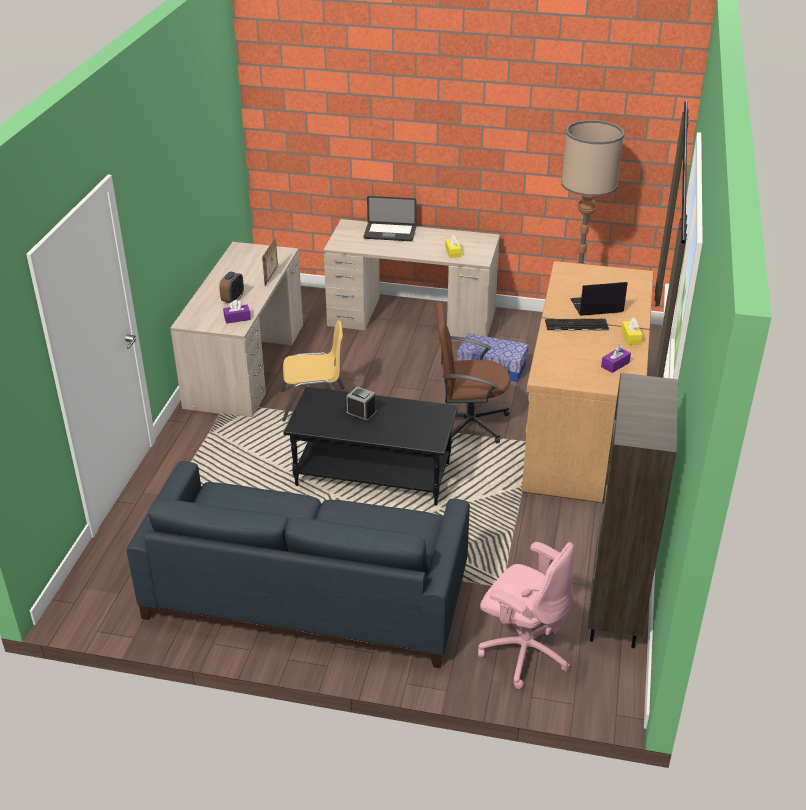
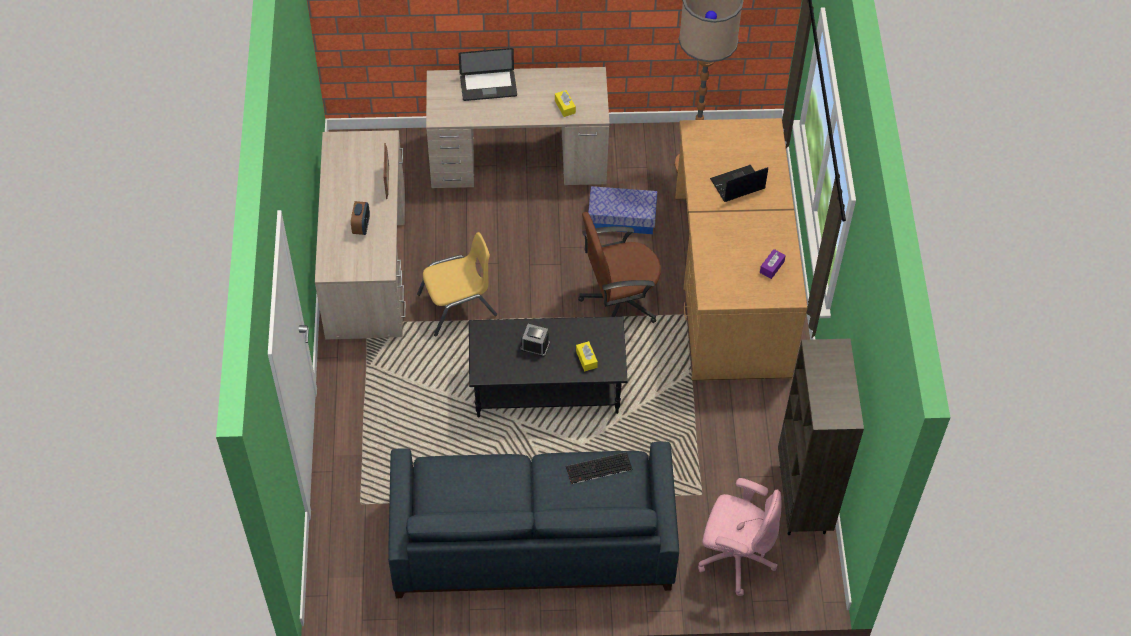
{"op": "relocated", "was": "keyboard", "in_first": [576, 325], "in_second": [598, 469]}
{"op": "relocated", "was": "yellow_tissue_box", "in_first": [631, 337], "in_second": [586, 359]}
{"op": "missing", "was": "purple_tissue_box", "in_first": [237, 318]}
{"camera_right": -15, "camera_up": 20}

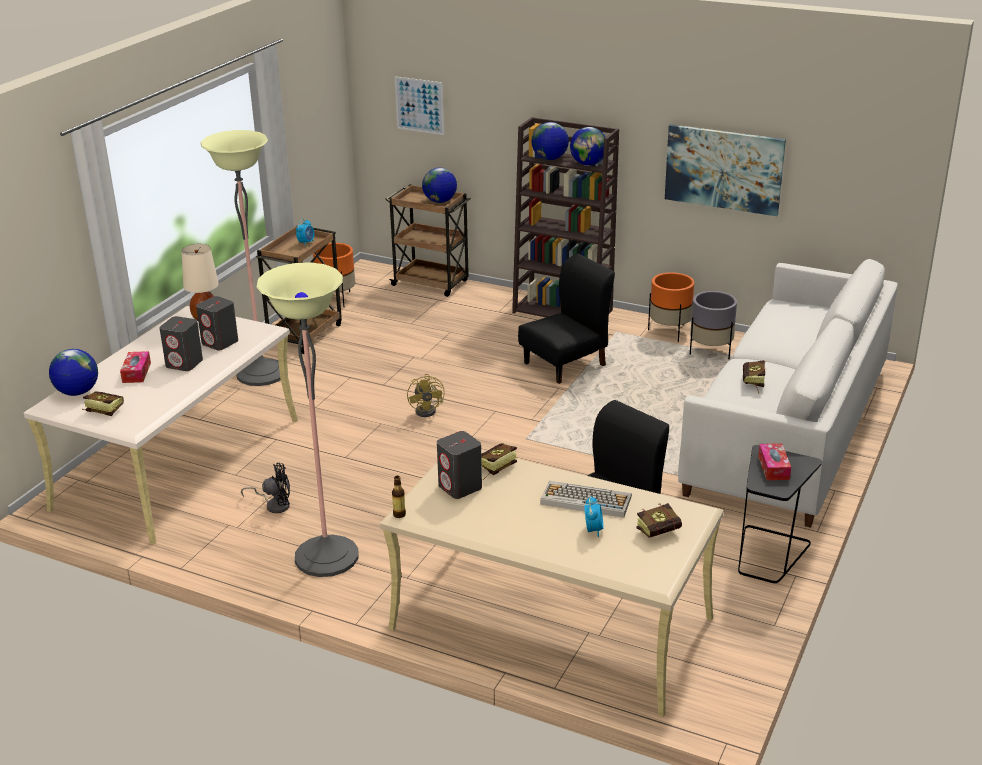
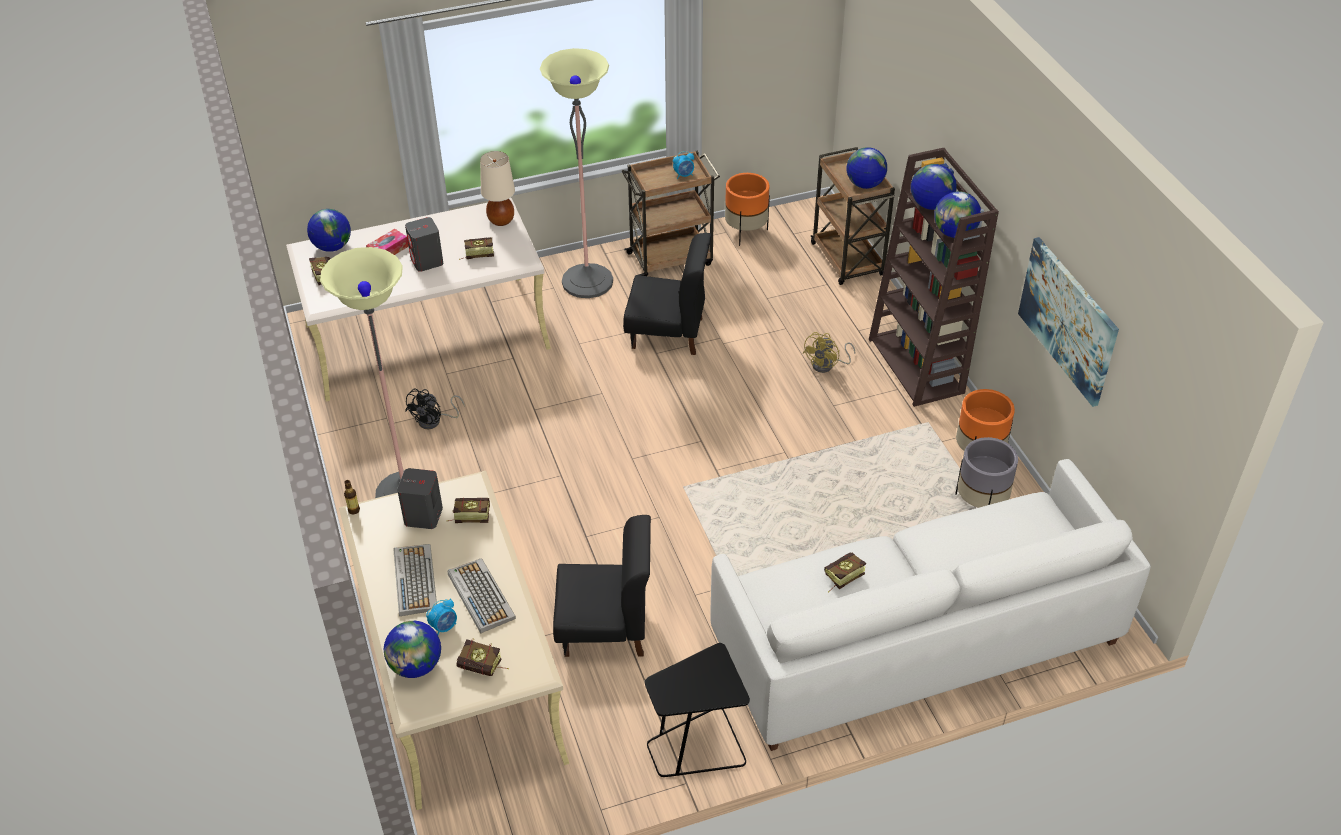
{"op": "appeared", "now": "globe", "in_second": [416, 666]}
{"op": "appeared", "now": "keyboard", "in_second": [414, 580]}
{"op": "spun", "was": "black_fan", "in_first": [274, 505], "in_second": [434, 421], "clockwise": 75}
{"op": "exchanged", "was": "grey_speaker", "now": "book", "in_first": [220, 342], "in_second": [476, 254]}
{"op": "relocated", "was": "black_chair", "in_first": [565, 364], "in_second": [668, 333]}
{"op": "relocated", "was": "yellow_fan", "in_first": [428, 410], "in_second": [827, 365]}
{"op": "missing", "was": "picture", "in_first": [419, 105]}
{"op": "missing", "was": "tissue_box", "in_first": [773, 467]}
{"camera_right": 45, "camera_up": 15}

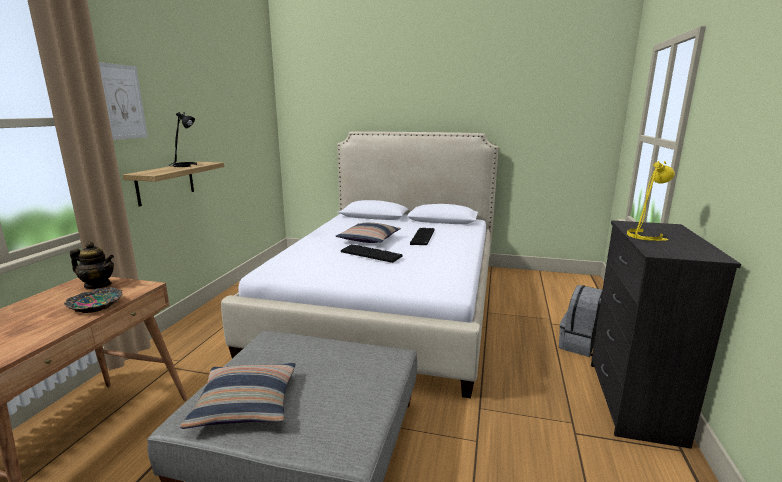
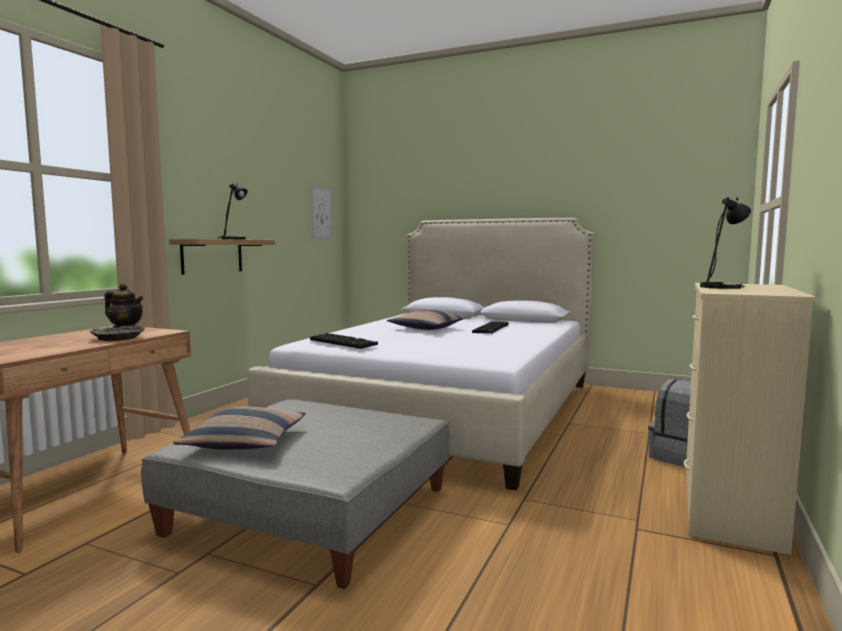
{"op": "relocated", "was": "keyboard", "in_first": [372, 254], "in_second": [344, 342]}
{"op": "relocated", "was": "picture", "in_first": [122, 102], "in_second": [321, 212]}
{"op": "colour", "was": "black_dresser", "now": "beige_dresser", "in_first": [633, 401], "in_second": [729, 509]}
{"op": "colour", "was": "yellow_table_lamp", "now": "black_table_lamp", "in_first": [646, 236], "in_second": [723, 287]}
{"camera_right": 10, "camera_up": -10}

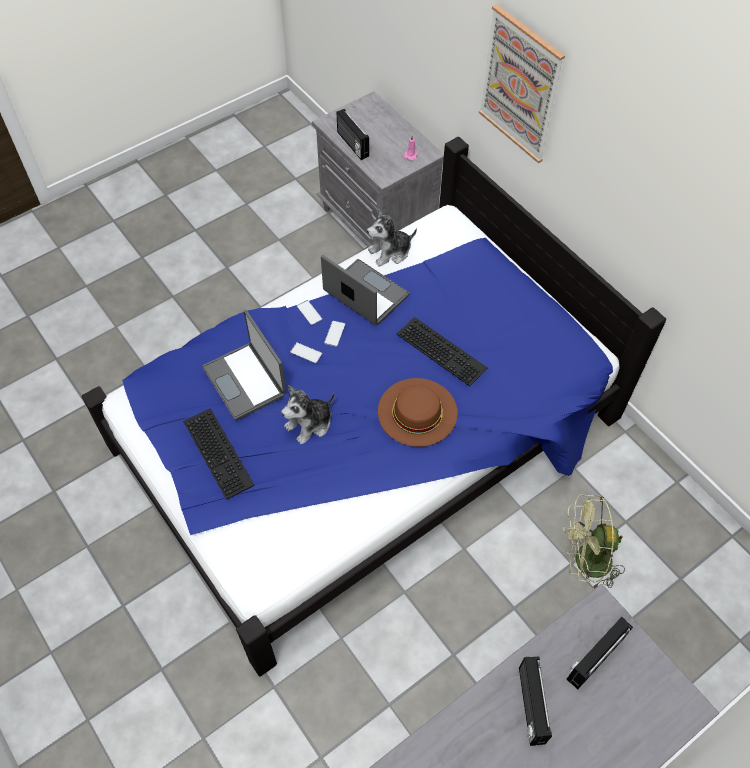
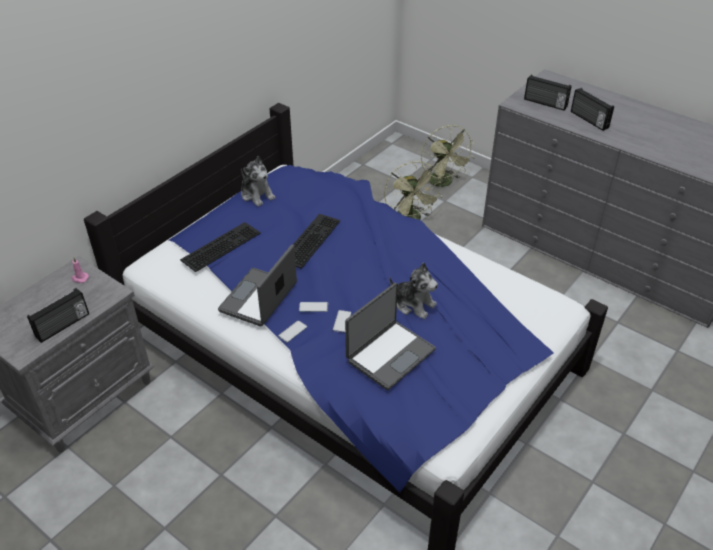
{"op": "relocated", "was": "keyboard", "in_first": [220, 452], "in_second": [220, 245]}
{"op": "relocated", "was": "plush_toy", "in_first": [390, 252], "in_second": [257, 195]}
{"op": "appeared", "now": "green_fan", "in_second": [444, 183]}
{"op": "spun", "was": "radio", "in_first": [529, 705], "in_second": [588, 120], "clockwise": 75}
{"op": "missing", "was": "brown_hat", "in_first": [417, 412]}
{"op": "missing", "was": "picture", "in_first": [520, 85]}
{"camera_right": -105, "camera_up": -15}

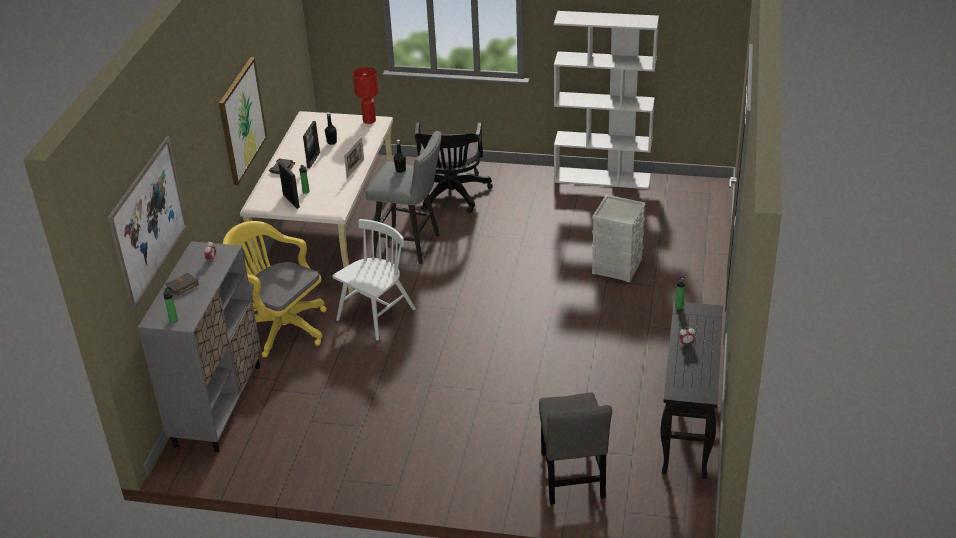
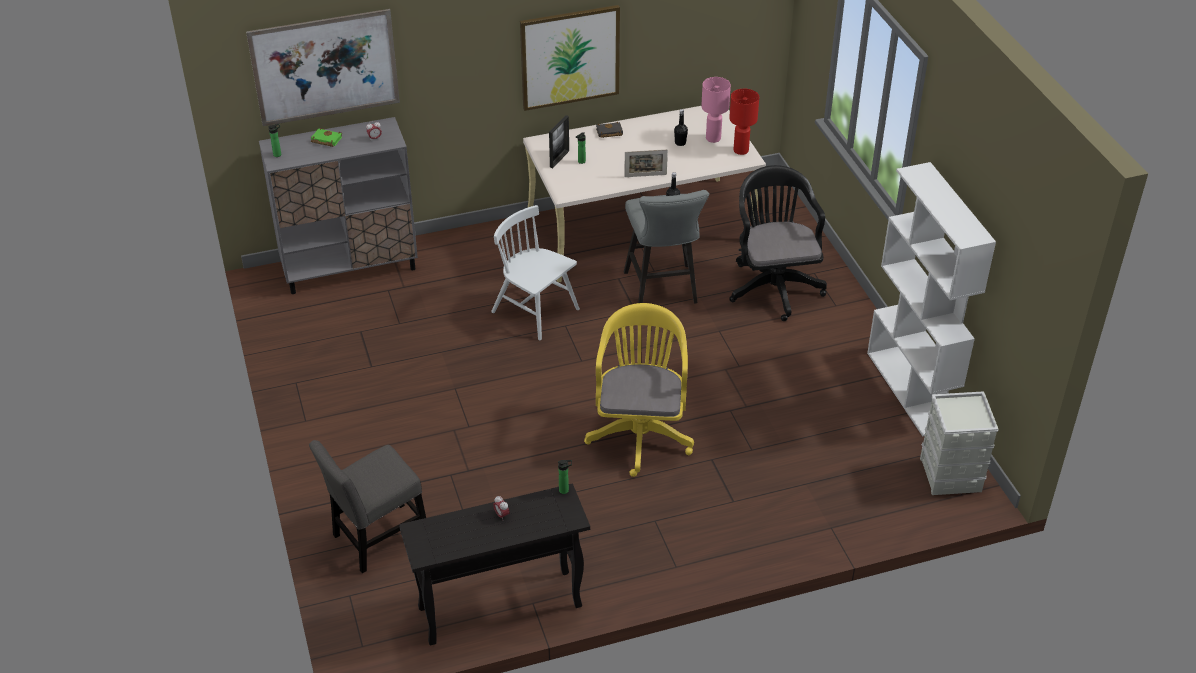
{"op": "colour", "was": "black_book", "now": "green_book", "in_first": [182, 287], "in_second": [325, 140]}
{"op": "spun", "was": "white_chair", "in_first": [376, 315], "in_second": [535, 311], "clockwise": -150}
{"op": "relocated", "was": "yellow_office_chair", "in_first": [281, 327], "in_second": [640, 432]}
{"op": "appeared", "now": "pink_table_lamp", "in_second": [713, 138]}
{"op": "spun", "was": "black_office_chair", "in_first": [451, 196], "in_second": [773, 285], "clockwise": 105}
{"op": "relocated", "was": "grey_storage_box", "in_first": [617, 266], "in_second": [951, 475]}
{"op": "missing", "was": "picture_frame", "in_first": [313, 160]}
{"camera_right": 60, "camera_up": 5}

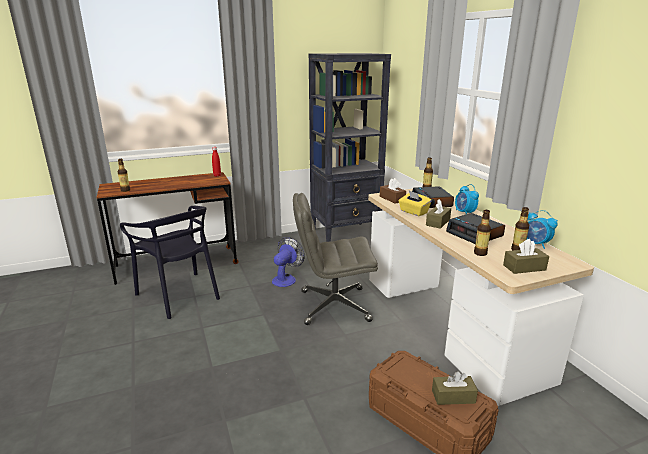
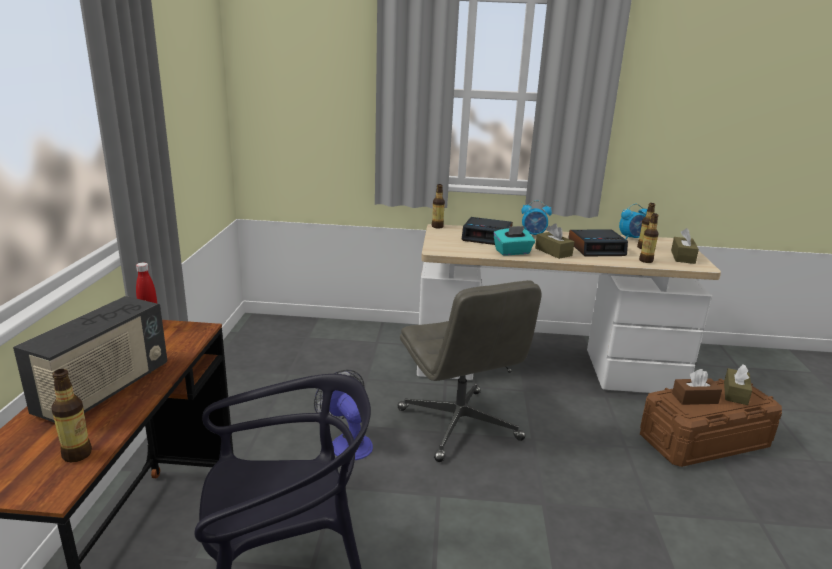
{"op": "appeared", "now": "radio", "in_second": [104, 390]}
{"op": "spun", "was": "grey_office_chair", "in_first": [333, 306], "in_second": [460, 425], "clockwise": -45}
{"op": "colour", "was": "yellow_tissue_box", "now": "turquoise_tissue_box", "in_first": [413, 212], "in_second": [512, 252]}
{"op": "relocated", "was": "brown_tissue_box", "in_first": [392, 199], "in_second": [694, 398]}
{"op": "missing", "was": "black_bookcase", "in_first": [345, 234]}
{"camera_right": -65, "camera_up": 0}

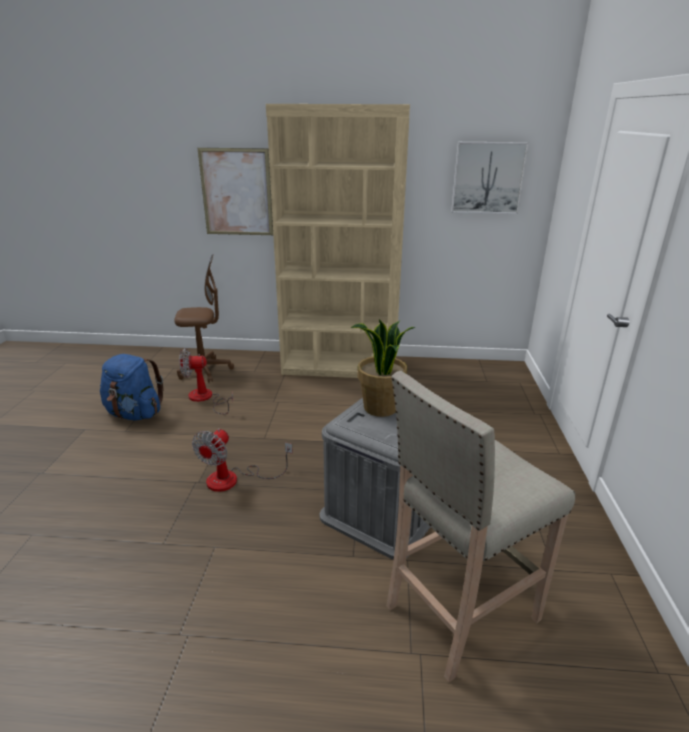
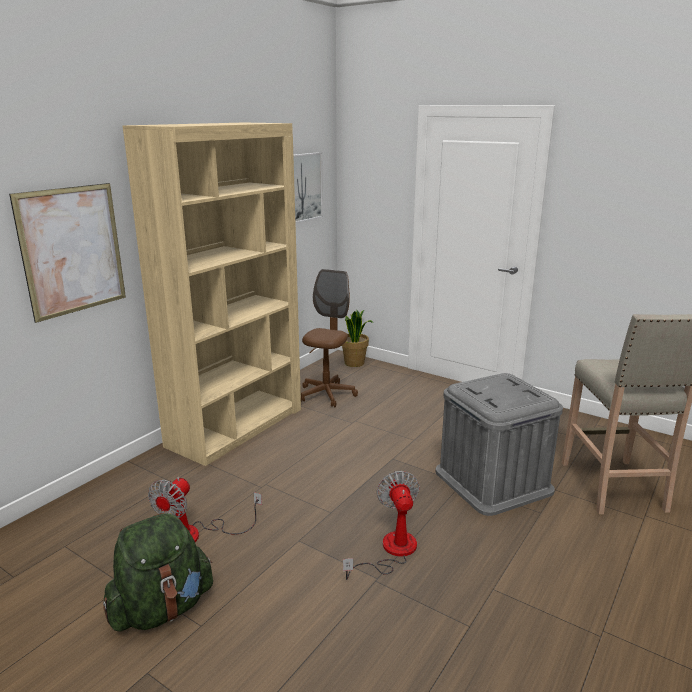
{"op": "colour", "was": "blue_backpack", "now": "green_backpack", "in_first": [135, 414], "in_second": [162, 608]}
{"op": "relocated", "was": "brown_office_chair", "in_first": [204, 370], "in_second": [327, 394]}
{"op": "relocated", "was": "potted_plant", "in_first": [380, 408], "in_second": [354, 363]}
{"op": "spun", "was": "fan", "in_first": [233, 479], "in_second": [391, 551], "clockwise": -150}
{"camera_right": -60, "camera_up": -5}

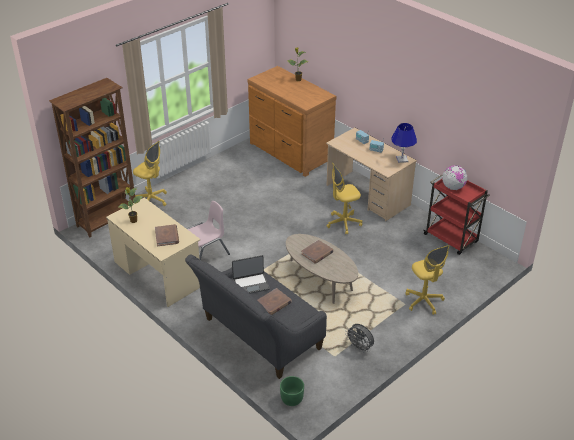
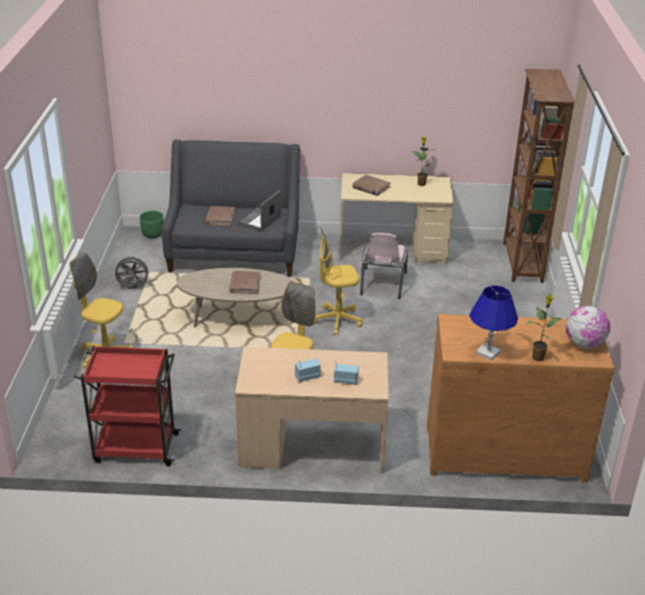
{"op": "relocated", "was": "yellow_office_chair", "in_first": [151, 200], "in_second": [337, 321]}
{"op": "relocated", "was": "blue_table_lamp", "in_first": [402, 159], "in_second": [488, 352]}
{"op": "relocated", "was": "globe", "in_first": [453, 187], "in_second": [584, 344]}
{"camera_right": 135, "camera_up": -5}

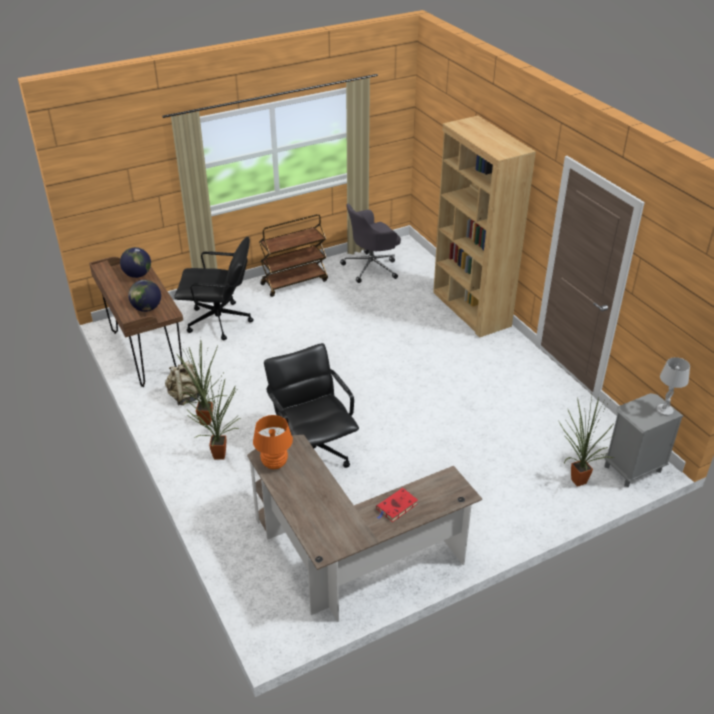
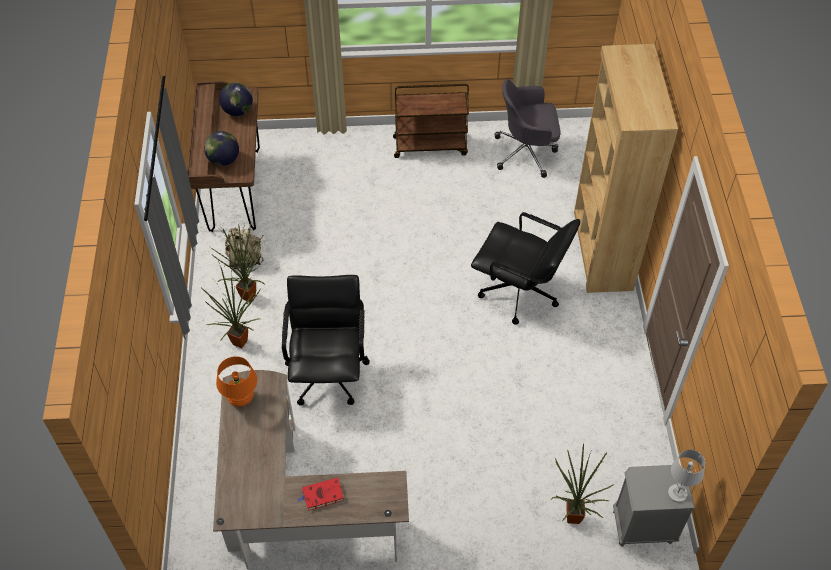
{"op": "relocated", "was": "black_office_chair", "in_first": [220, 322], "in_second": [519, 293]}
{"camera_right": 25, "camera_up": 15}

